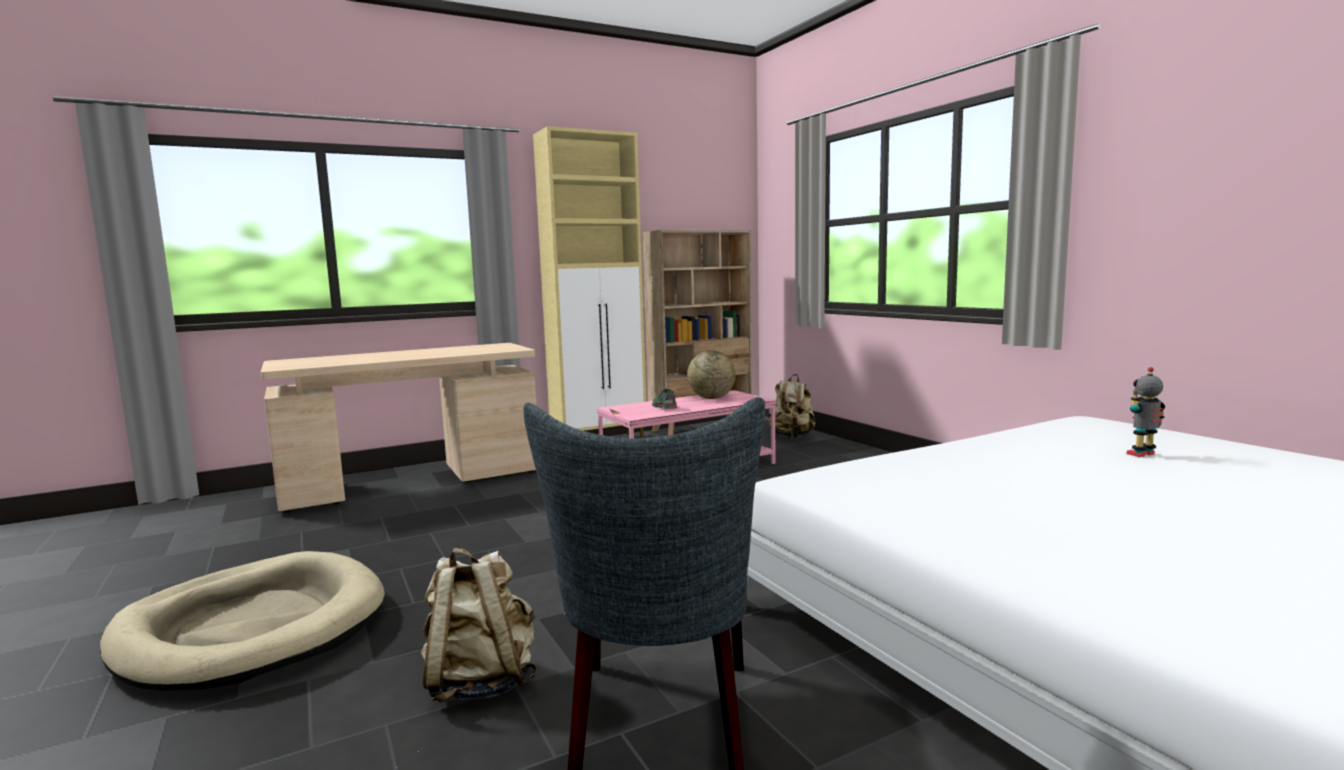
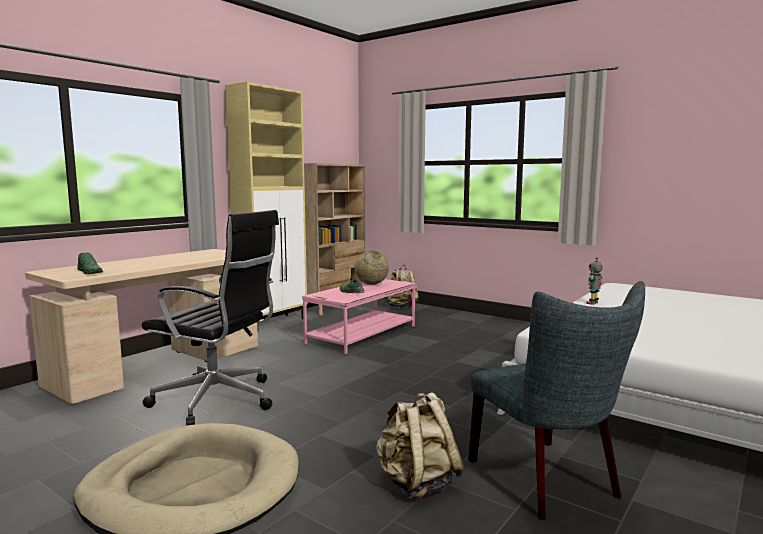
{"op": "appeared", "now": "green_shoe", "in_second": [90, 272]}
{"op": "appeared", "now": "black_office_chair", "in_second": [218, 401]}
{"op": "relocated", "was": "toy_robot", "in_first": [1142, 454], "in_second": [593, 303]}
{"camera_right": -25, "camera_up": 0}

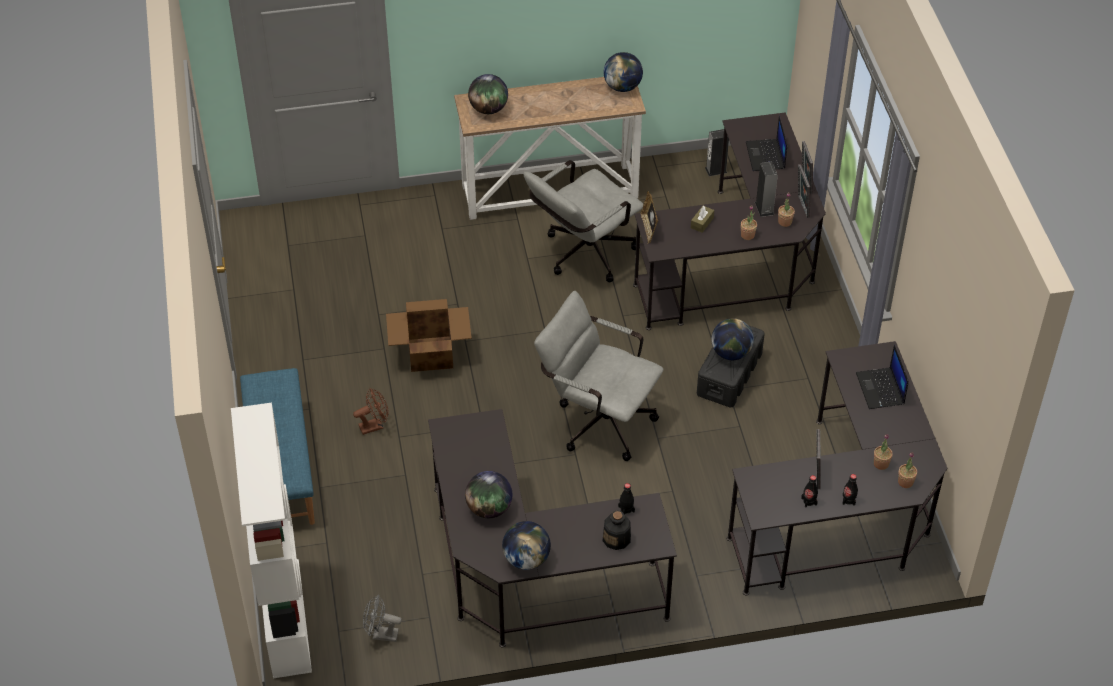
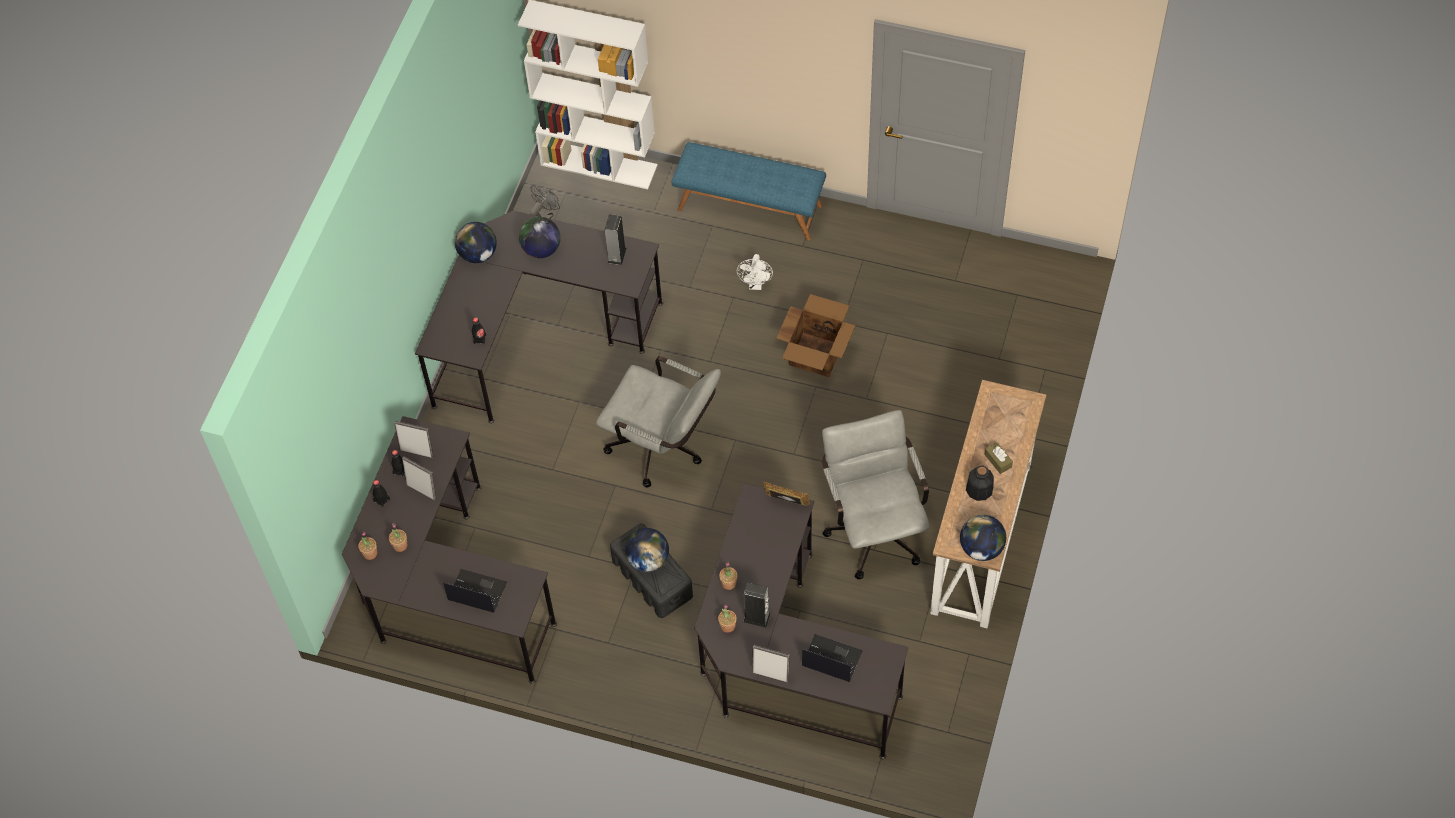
{"op": "relocated", "was": "picture_frame", "in_first": [801, 207], "in_second": [417, 451]}
{"op": "spun", "was": "grey_office_chair", "in_first": [597, 419], "in_second": [663, 449], "clockwise": 60}
{"op": "relocated", "was": "speaker", "in_first": [716, 170], "in_second": [616, 255]}
{"op": "colour", "was": "brown_fan", "now": "white_fan", "in_first": [374, 426], "in_second": [756, 284]}
{"op": "relocated", "was": "bottle", "in_first": [617, 538], "in_second": [979, 489]}
{"op": "relocated", "was": "brown_tissue_box", "in_first": [702, 223], "in_second": [998, 461]}
{"op": "missing", "was": "globe", "in_first": [488, 109]}
{"camera_right": 120, "camera_up": 10}

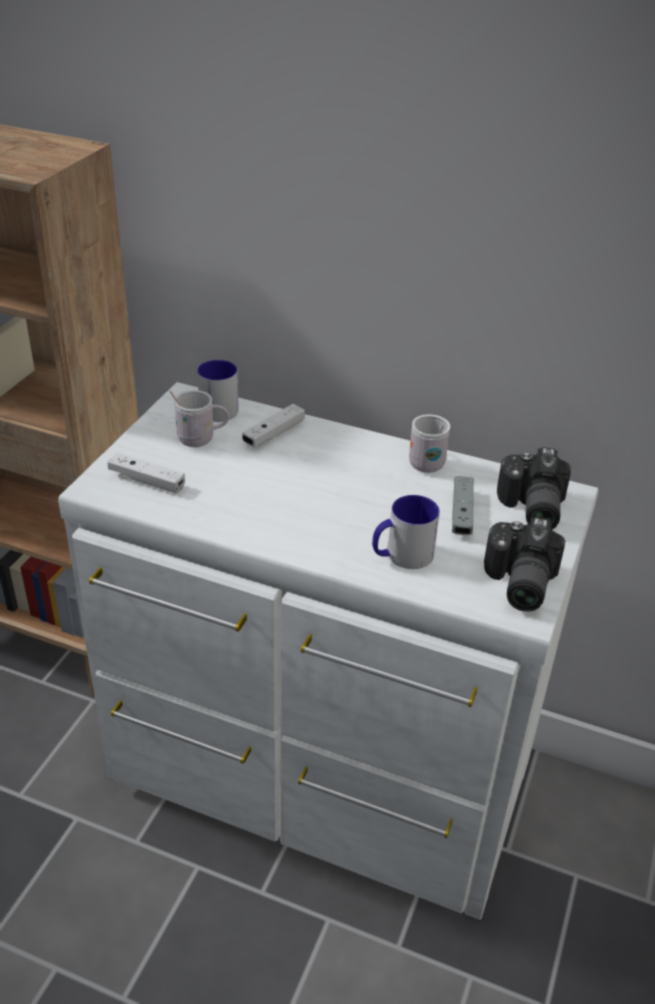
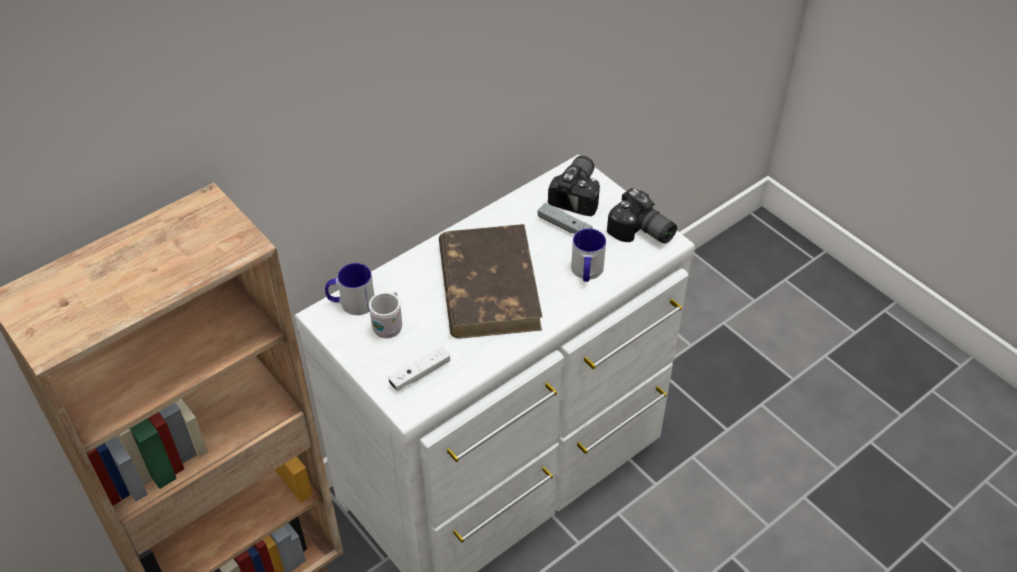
{"op": "appeared", "now": "brown_book", "in_second": [488, 285]}
{"op": "spun", "was": "photo_camera", "in_first": [530, 509], "in_second": [579, 194], "clockwise": -105}
{"op": "missing", "was": "white_game_controller", "in_first": [274, 433]}
{"op": "missing", "was": "white_mug", "in_first": [423, 461]}
{"camera_right": -60, "camera_up": 10}

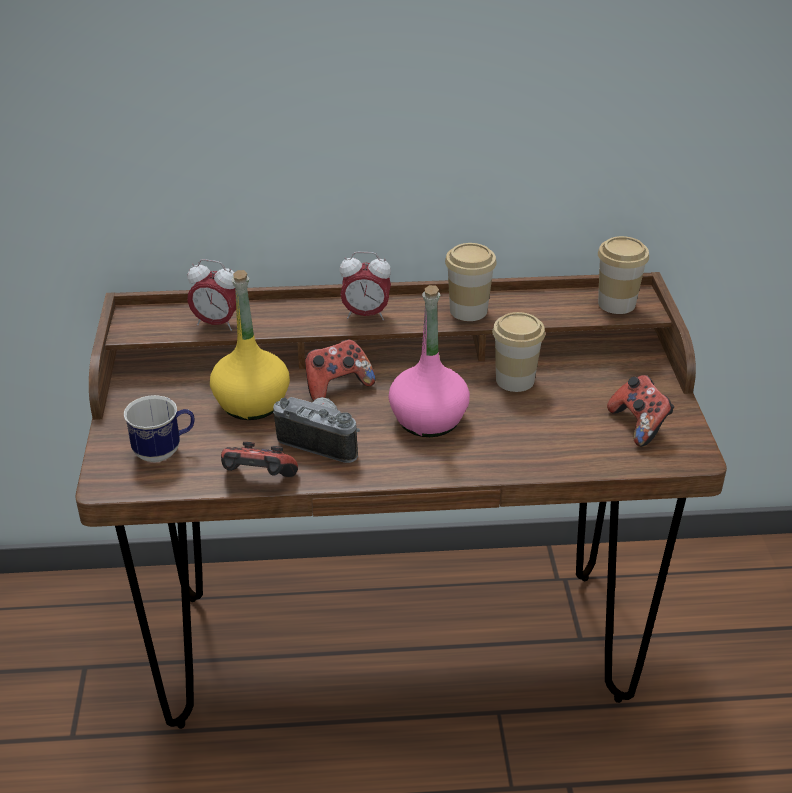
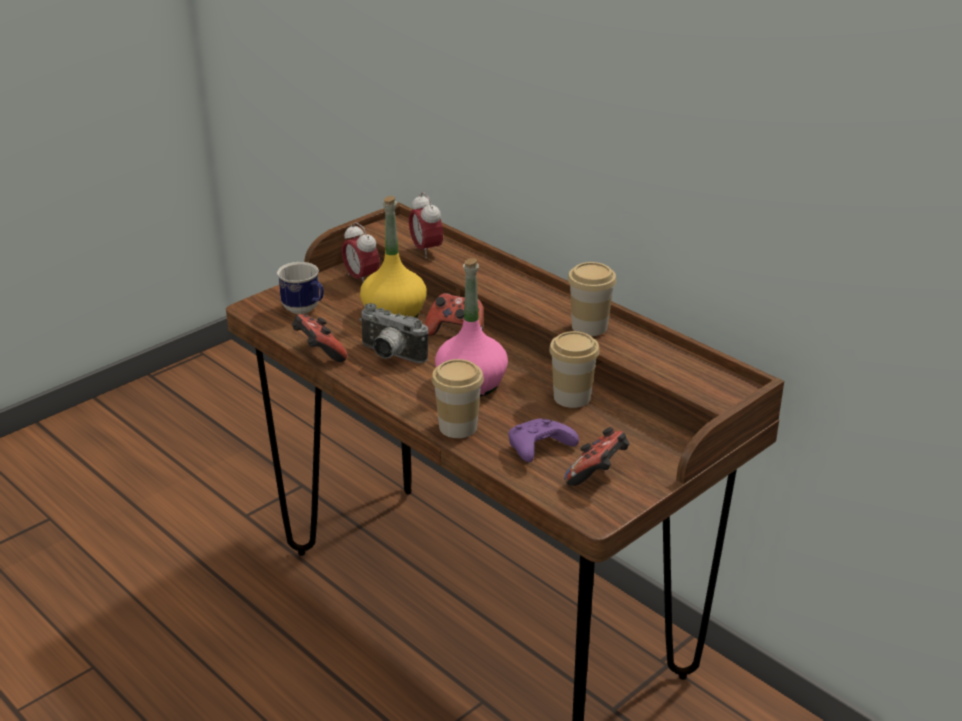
{"op": "relocated", "was": "alarm_clock", "in_first": [365, 315], "in_second": [361, 279]}
{"op": "spun", "was": "photo_camera", "in_first": [322, 441], "in_second": [389, 355], "clockwise": 135}
{"op": "relocated", "was": "cup", "in_first": [616, 304], "in_second": [458, 427]}
{"op": "appeared", "now": "purple_game_controller", "in_second": [538, 449]}
{"camera_right": 50, "camera_up": -5}

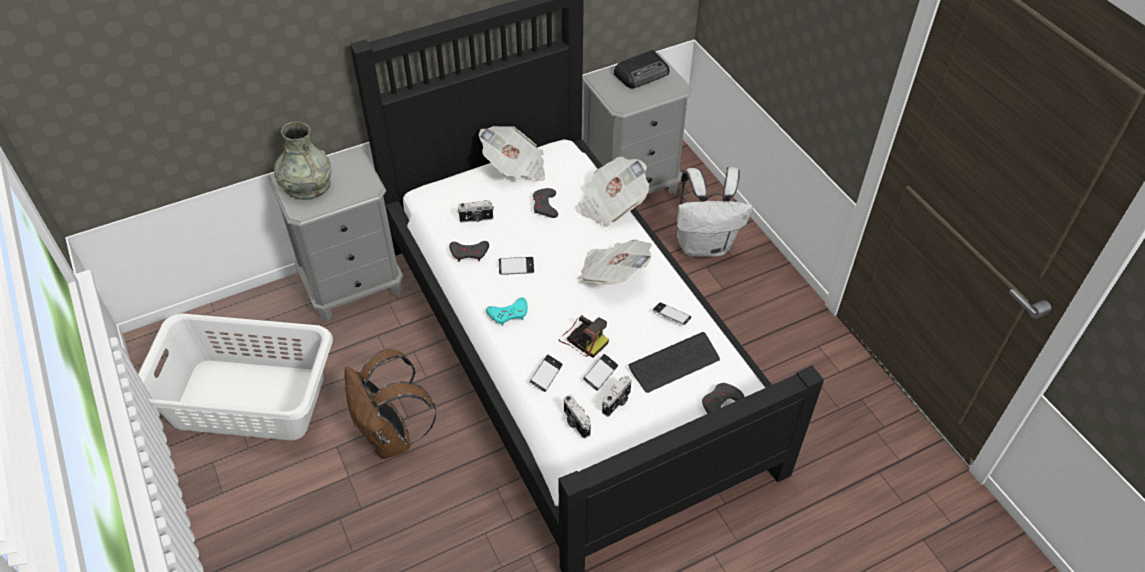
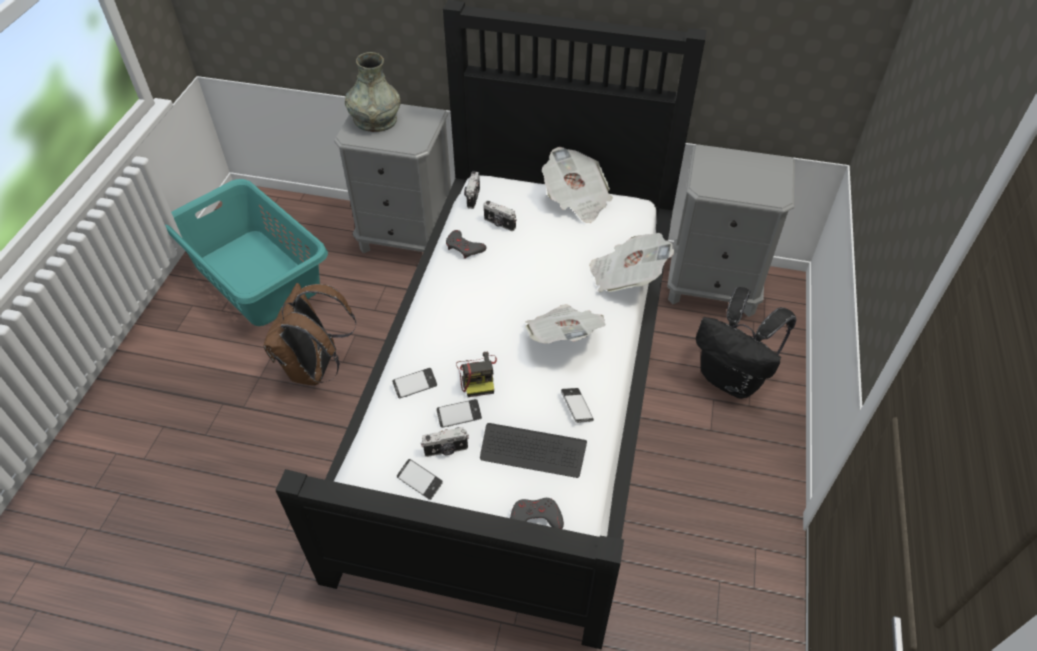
{"op": "colour", "was": "white_laundry_basket", "now": "turquoise_laundry_basket", "in_first": [249, 401], "in_second": [256, 277]}
{"op": "relocated", "was": "phone", "in_first": [516, 268], "in_second": [419, 481]}
{"op": "relocated", "was": "photo_camera", "in_first": [575, 423], "in_second": [472, 197]}
{"op": "colour", "was": "white_backpack", "now": "black_backpack", "in_first": [705, 245], "in_second": [732, 379]}
{"op": "missing", "was": "turquoise_game_controller", "in_first": [508, 314]}
{"op": "missing", "was": "grey_game_controller", "in_first": [545, 206]}
{"op": "missing", "was": "radio", "in_first": [642, 73]}
{"camera_right": 40, "camera_up": 0}

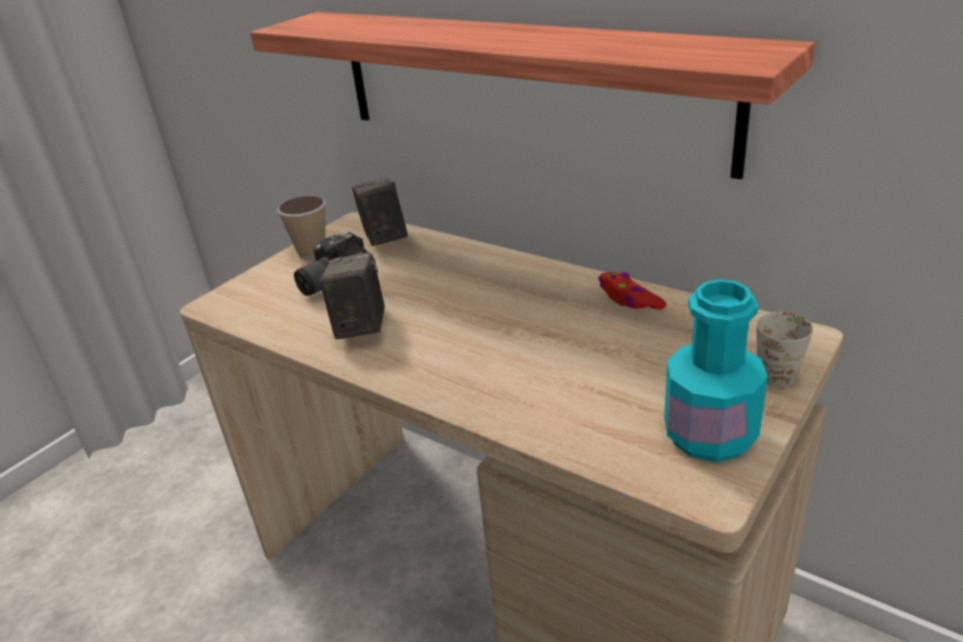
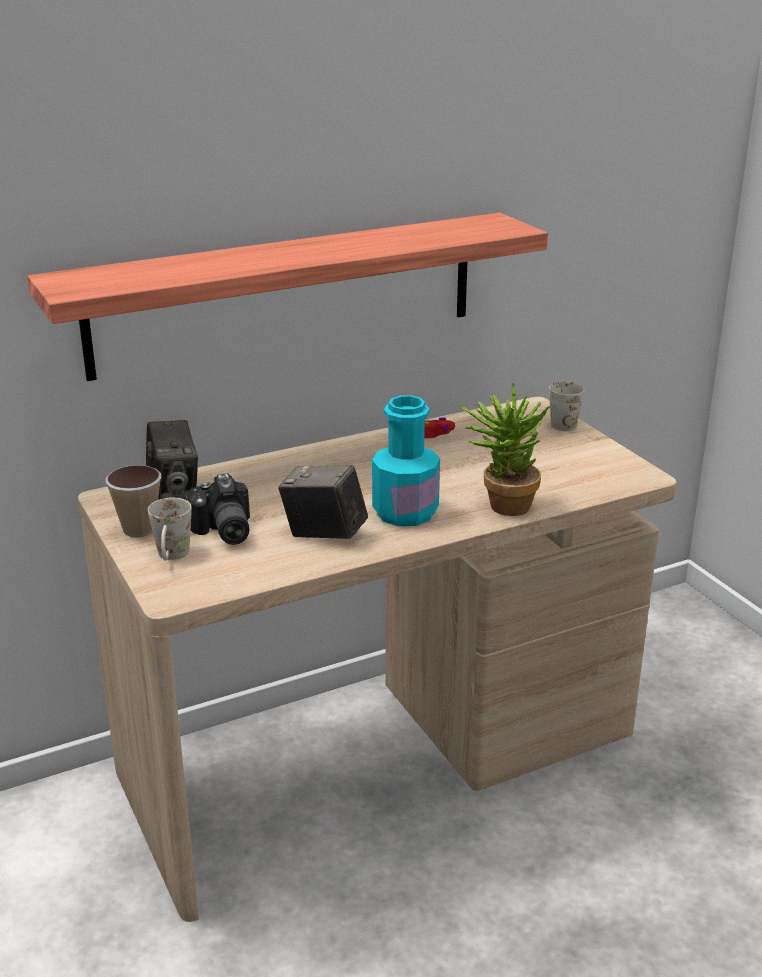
{"op": "spun", "was": "photo_camera", "in_first": [384, 239], "in_second": [174, 491], "clockwise": -120}
{"op": "appeared", "now": "white_mug", "in_second": [172, 557]}
{"op": "relocated", "was": "turquoise_bottle", "in_first": [709, 435], "in_second": [405, 512]}
{"op": "appeared", "now": "potted_plant", "in_second": [501, 504]}
{"camera_right": -65, "camera_up": -5}

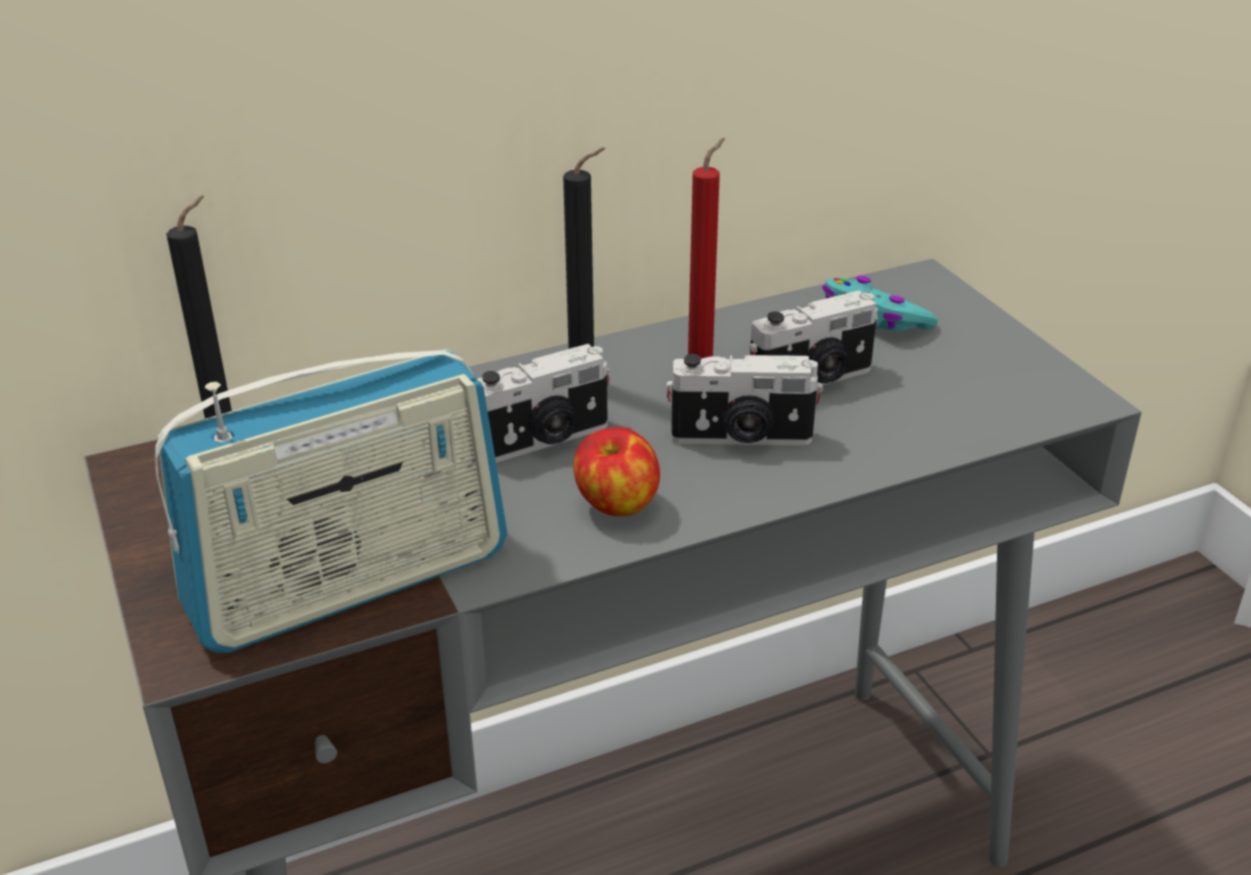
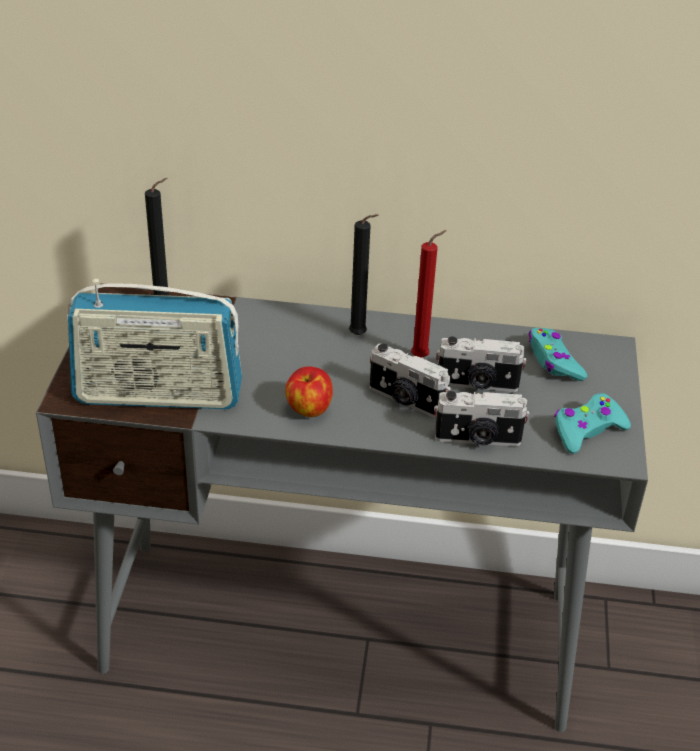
{"op": "relocated", "was": "photo_camera", "in_first": [543, 441], "in_second": [478, 439]}
{"op": "appeared", "now": "turquoise_game_controller", "in_second": [587, 430]}
{"camera_right": 30, "camera_up": 5}

